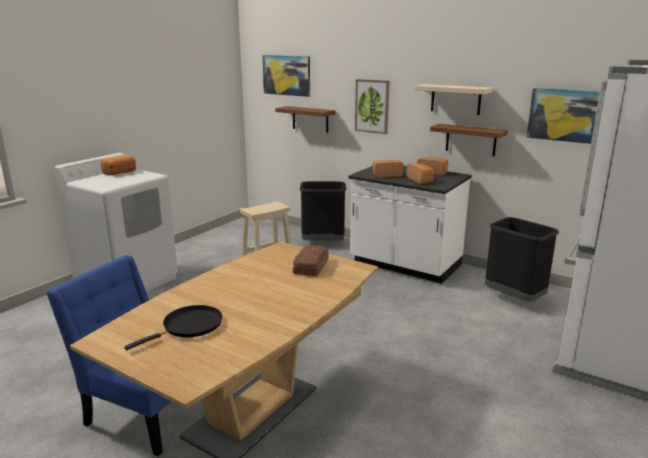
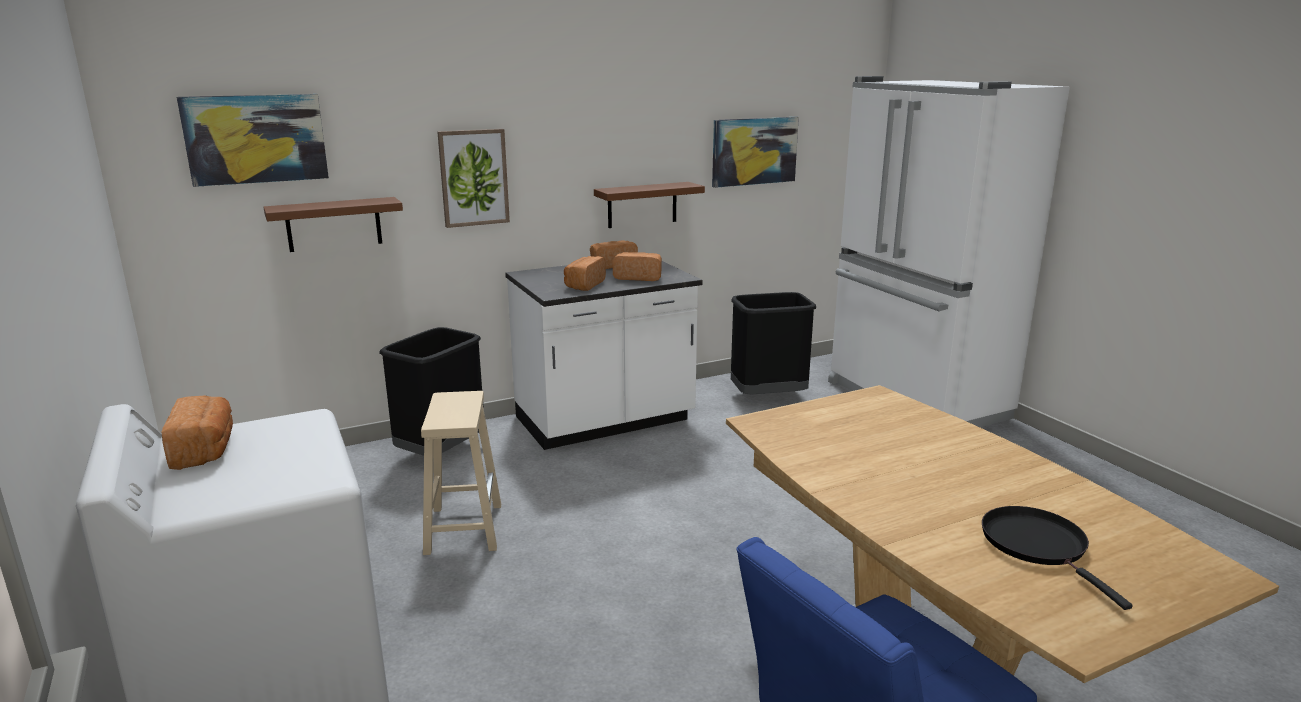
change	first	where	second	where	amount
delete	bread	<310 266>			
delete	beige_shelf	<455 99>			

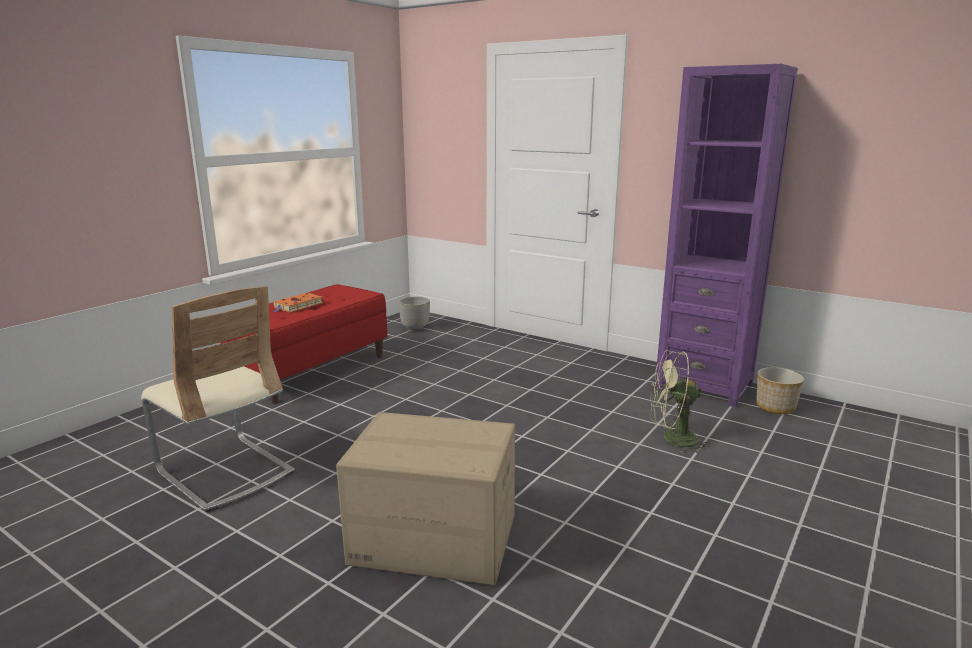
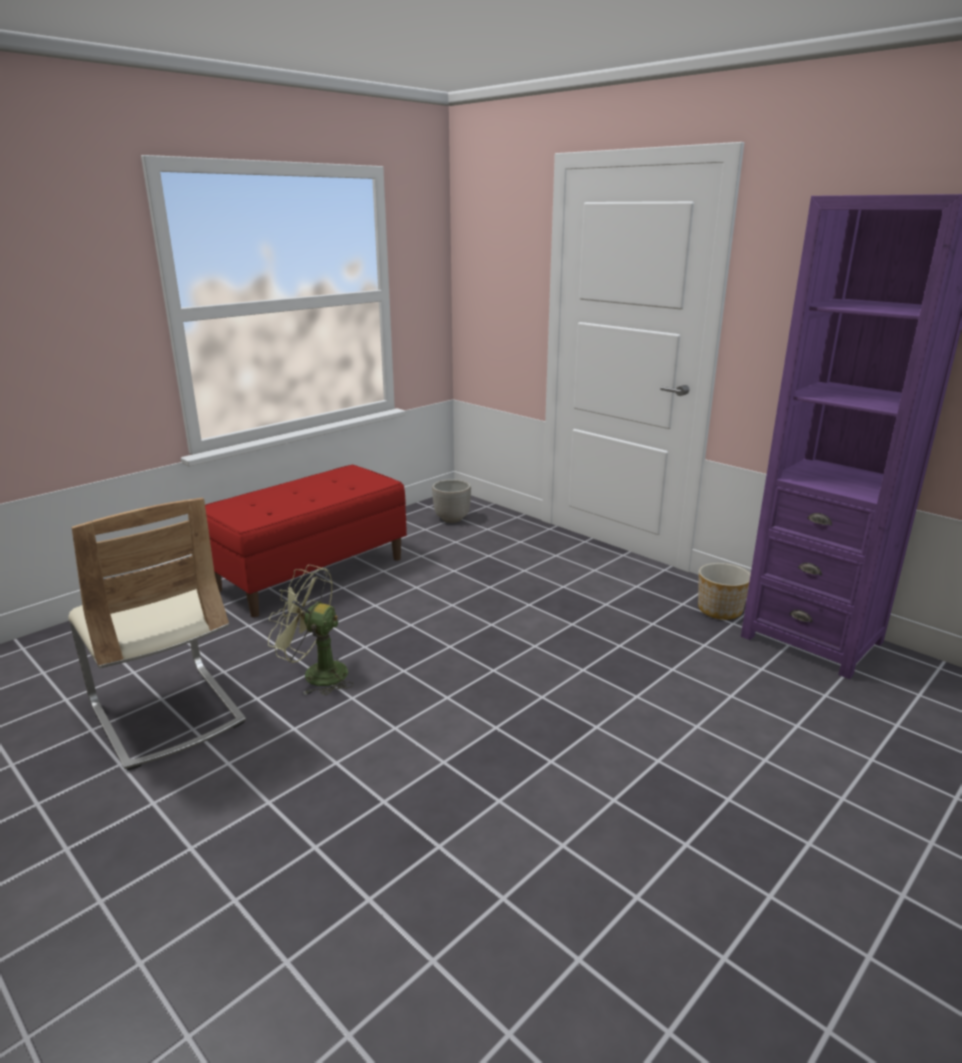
change	first	where	second	where	amount
delete	orange_book	<297 306>			
delete	cardboard_box	<433 540>			
move	green_fan	<672 440>		<316 674>	
move	planter	<774 407>		<719 610>	

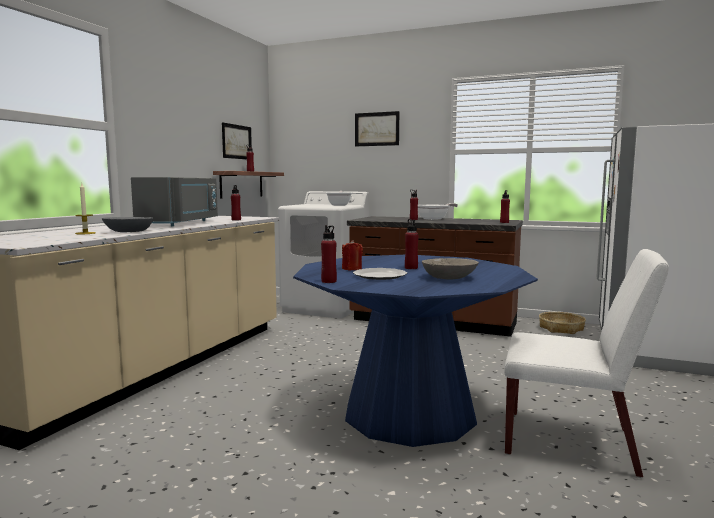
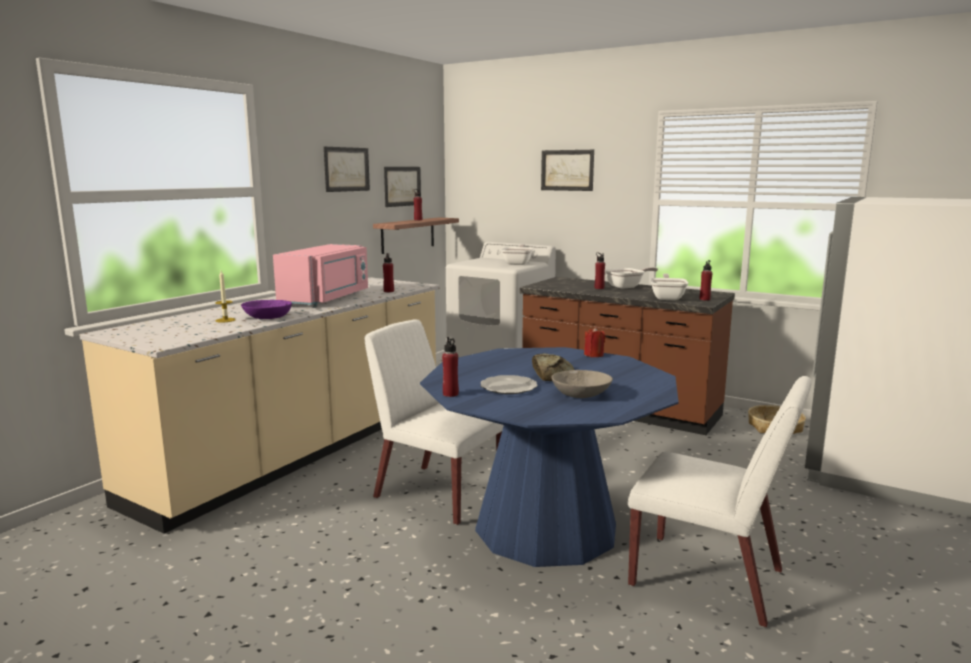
change	first	where	second	where	amount
insert			picture	<347 169>	
insert			white_chair	<437 493>	
insert			frying_pan	<667 298>	
move	red_candle	<352 269>		<593 355>	
replace	red_bottle	<411 268>	bread	<551 374>	
recolor	grey_bowl	<128 231>	purple_bowl	<267 317>	
recolor	grey_microwave	<181 223>	pink_microwave	<327 298>	

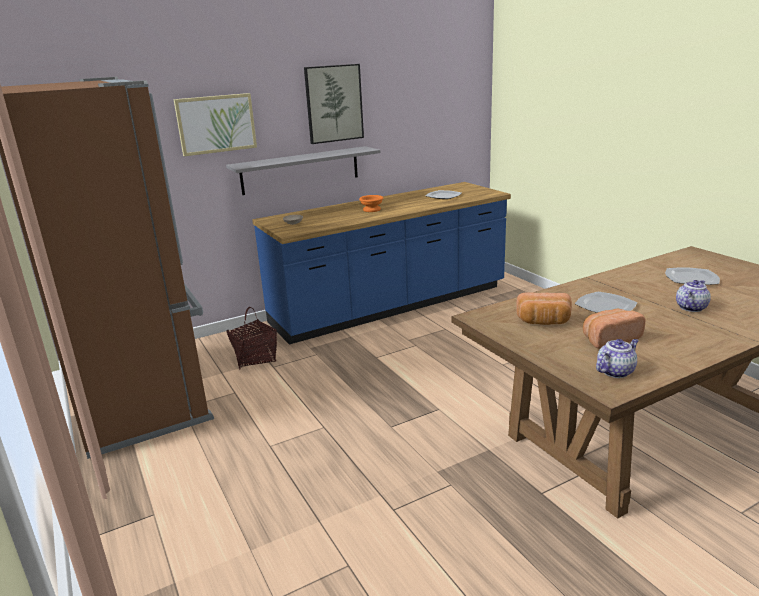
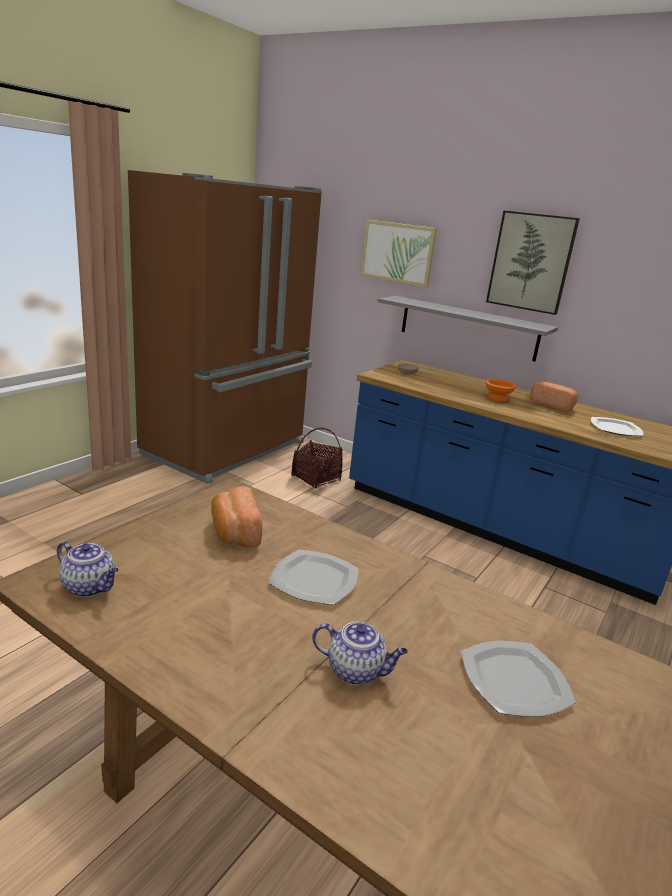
change	first	where	second	where	amount
move	bread	<609 339>		<553 406>	

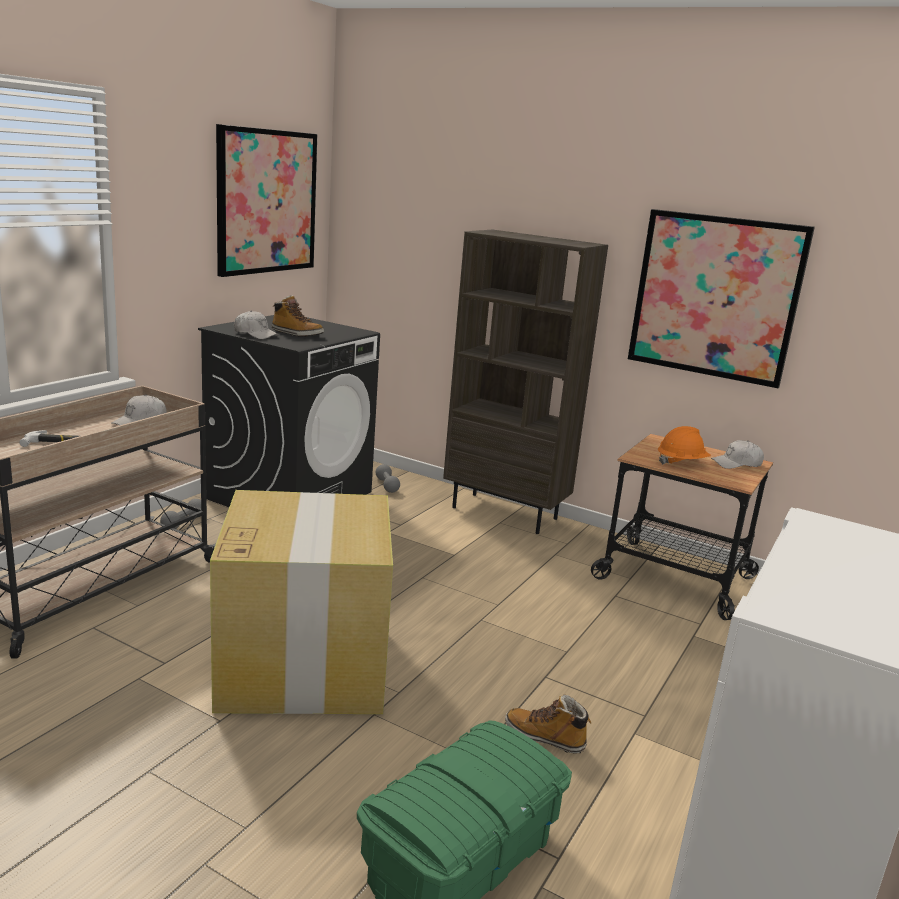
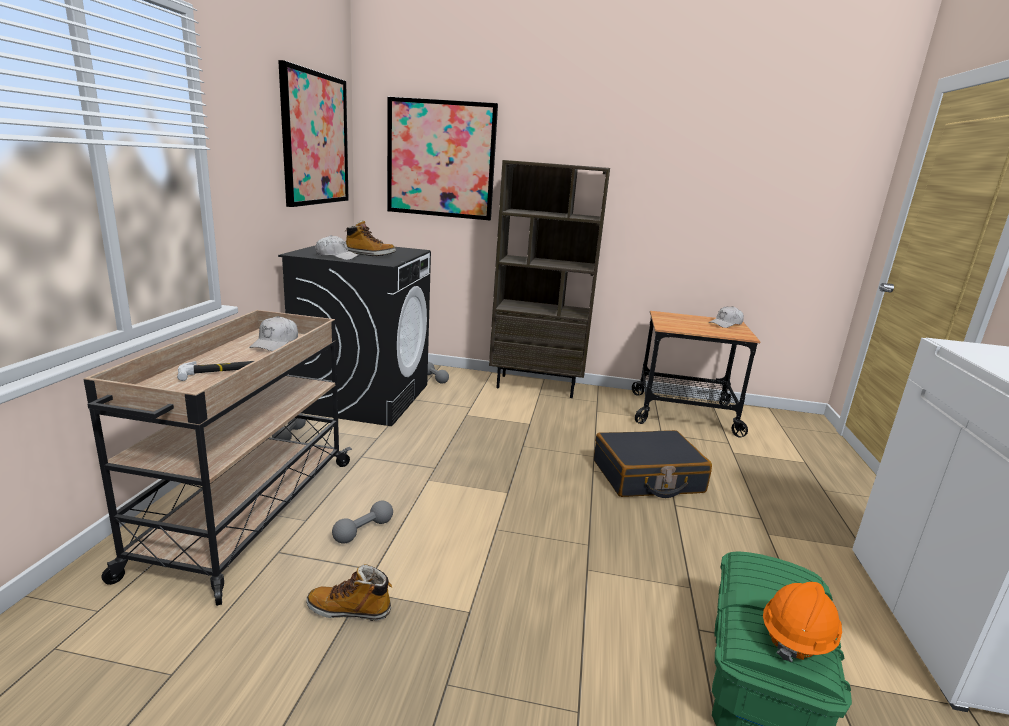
change	first	where	second	where	amount
delete	cardboard_box	<304 663>			
insert			grey_dumbbell	<363 531>	
insert			black_suitcase	<647 477>	
move	boot	<545 737>		<350 610>	
move	picture	<715 297>		<441 159>	
move	orange_hard_hat	<681 462>		<797 637>	

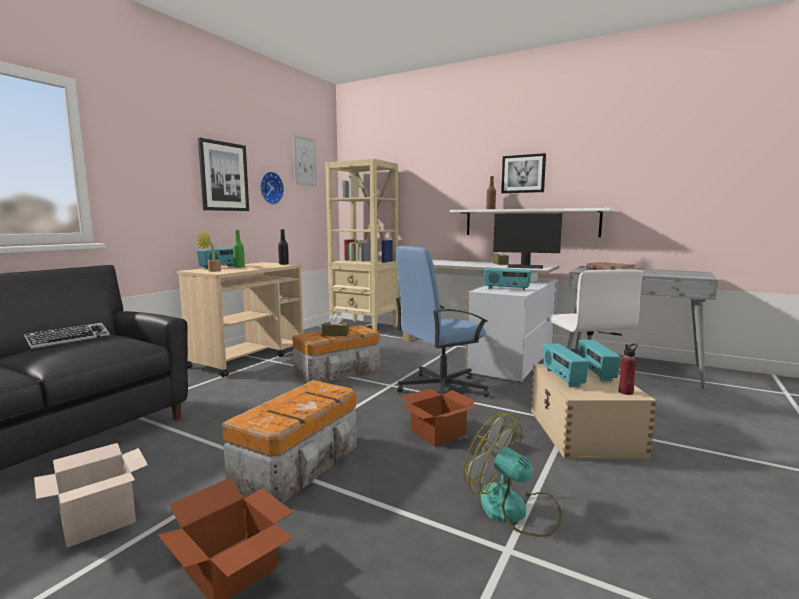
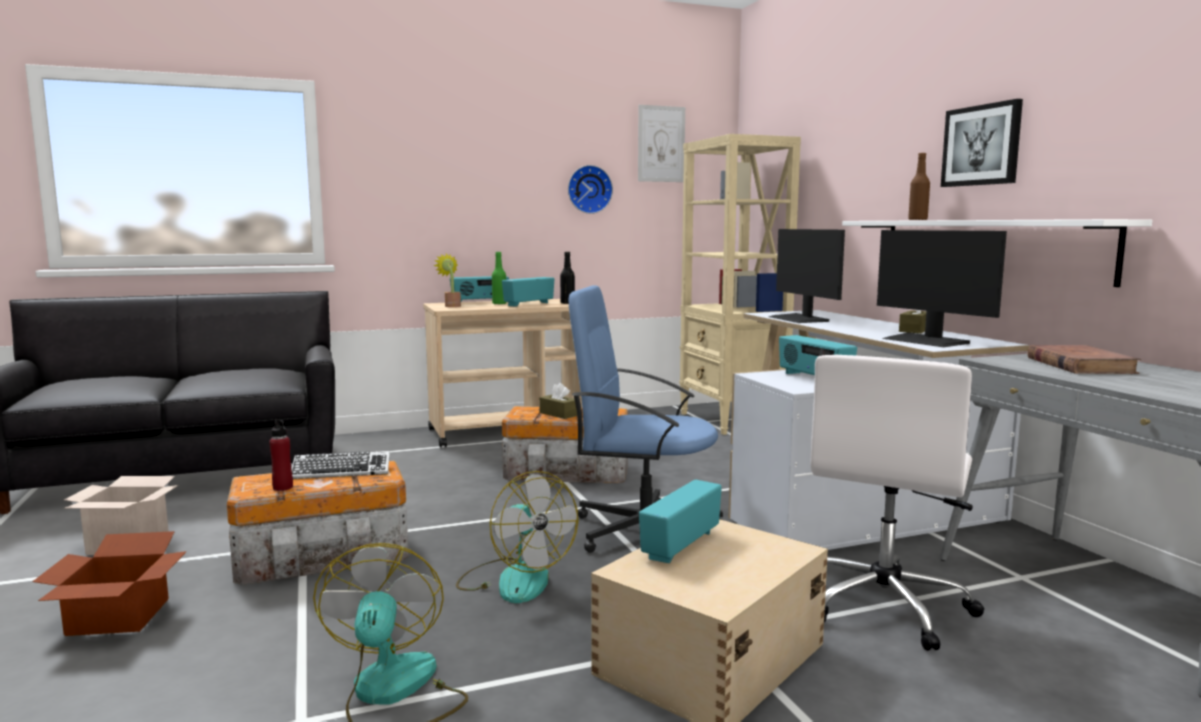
change	first	where	second	where	amount
delete	picture	<224 176>			
insert			monitor	<799 319>	
move	keyboard	<69 339>		<341 471>	
move	radio	<595 372>		<528 304>	
move	red_bottle	<626 392>		<283 487>	
replace	cardboard_box	<438 432>	fan	<514 579>	

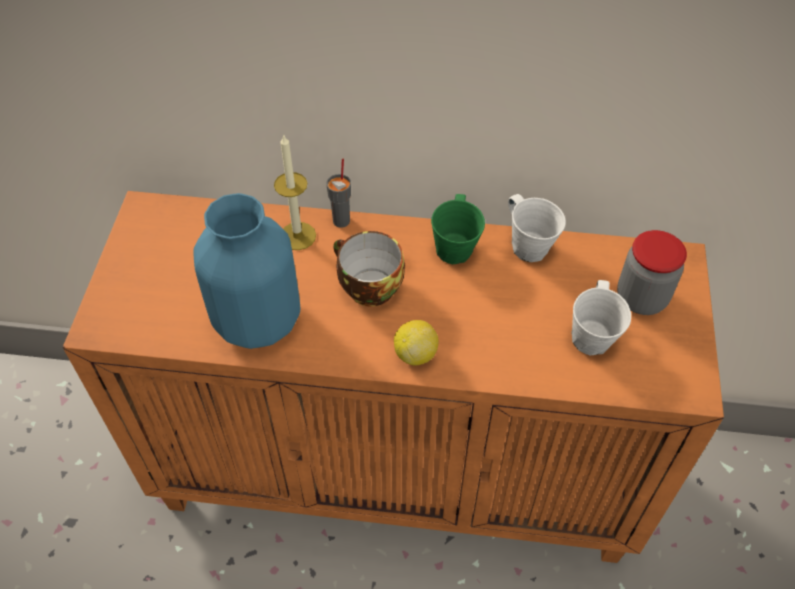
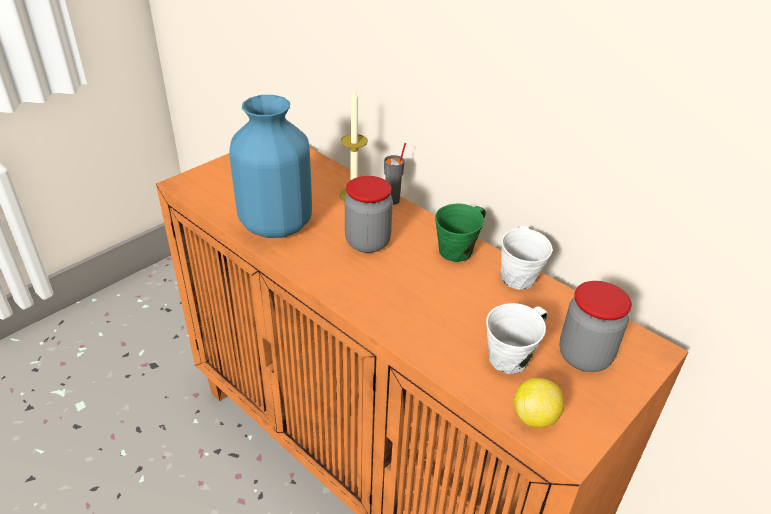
change	first	where	second	where	amount
move	lemon	<415 354>		<535 417>	
replace	cup	<367 288>	jar	<367 242>	

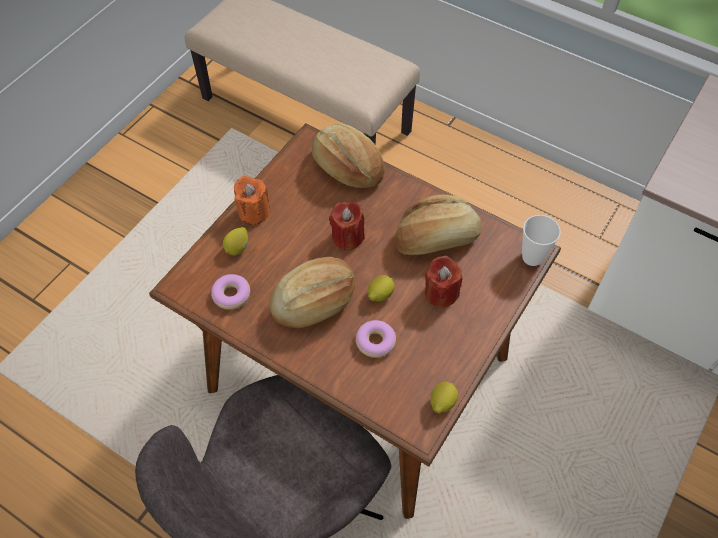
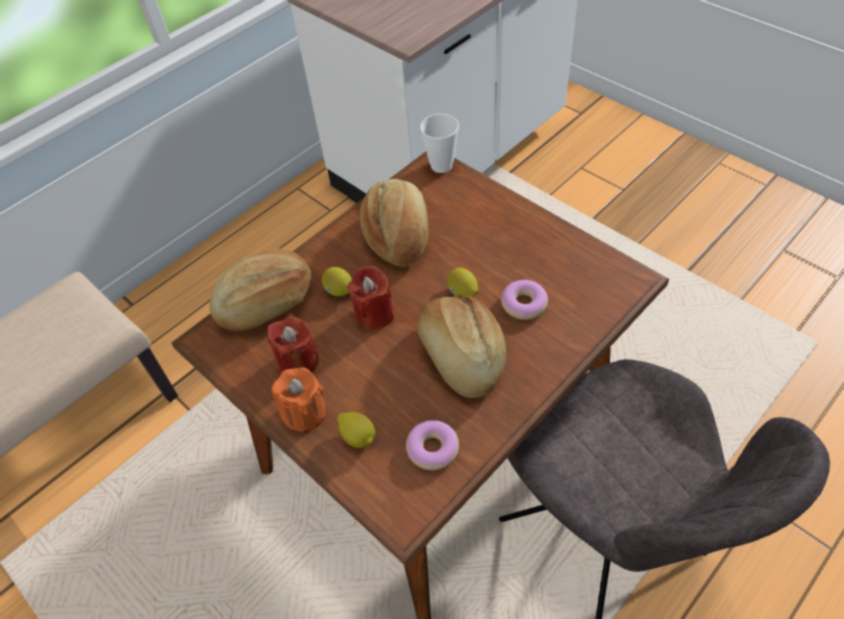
change	first	where	second	where	amount
move	red_candle	<441 293>		<298 362>	
move	lemon	<442 402>		<339 291>	

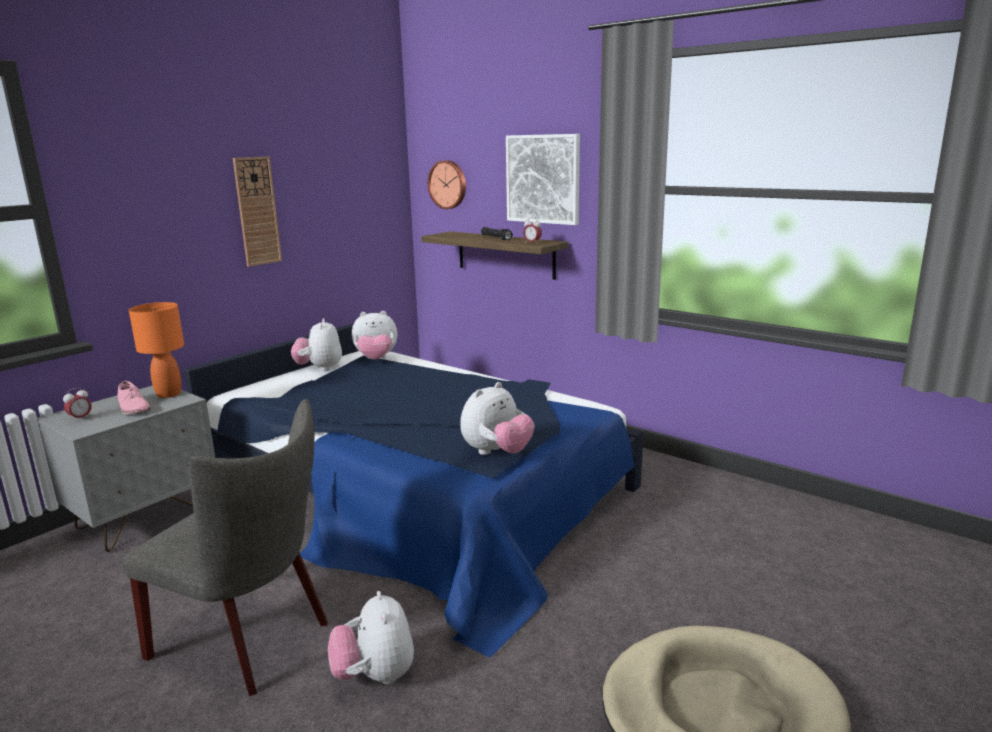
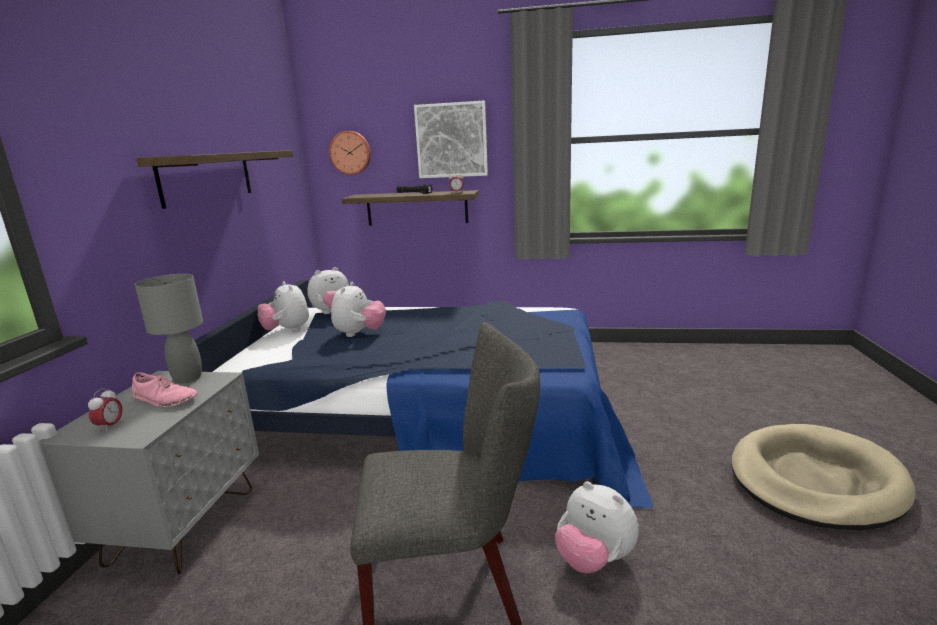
change	first	where	second	where	amount
move	plush_toy	<497 453>		<360 333>	
replace	wall_clock	<257 211>	shelf	<207 177>	
recolor	orange_table_lamp	<168 394>	grey_table_lamp	<187 378>	

